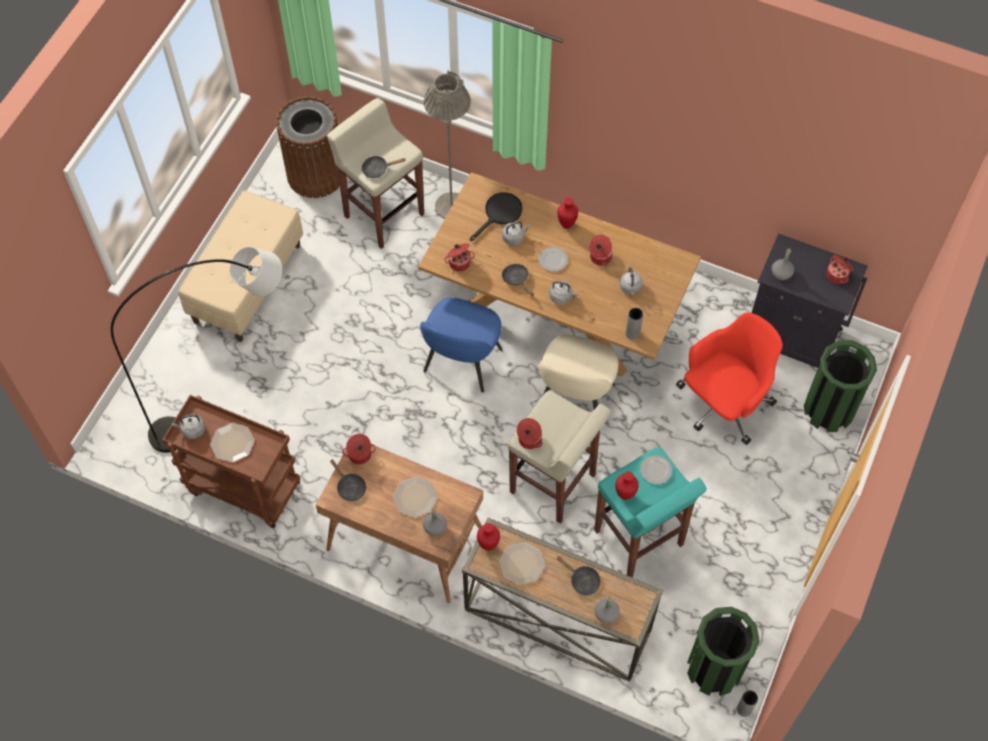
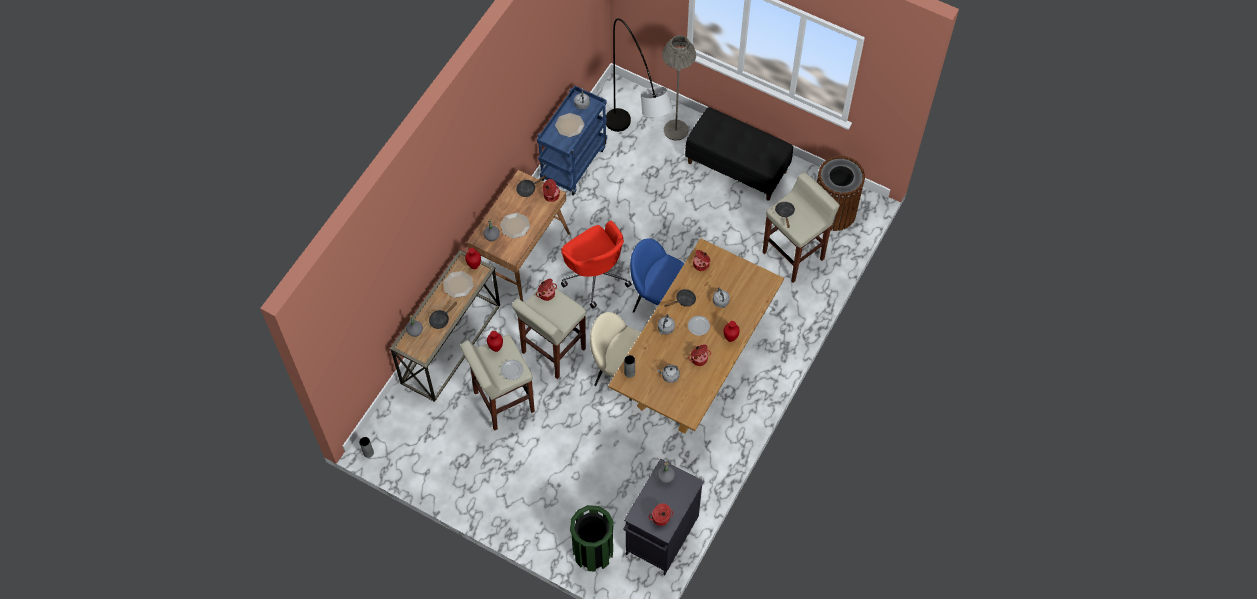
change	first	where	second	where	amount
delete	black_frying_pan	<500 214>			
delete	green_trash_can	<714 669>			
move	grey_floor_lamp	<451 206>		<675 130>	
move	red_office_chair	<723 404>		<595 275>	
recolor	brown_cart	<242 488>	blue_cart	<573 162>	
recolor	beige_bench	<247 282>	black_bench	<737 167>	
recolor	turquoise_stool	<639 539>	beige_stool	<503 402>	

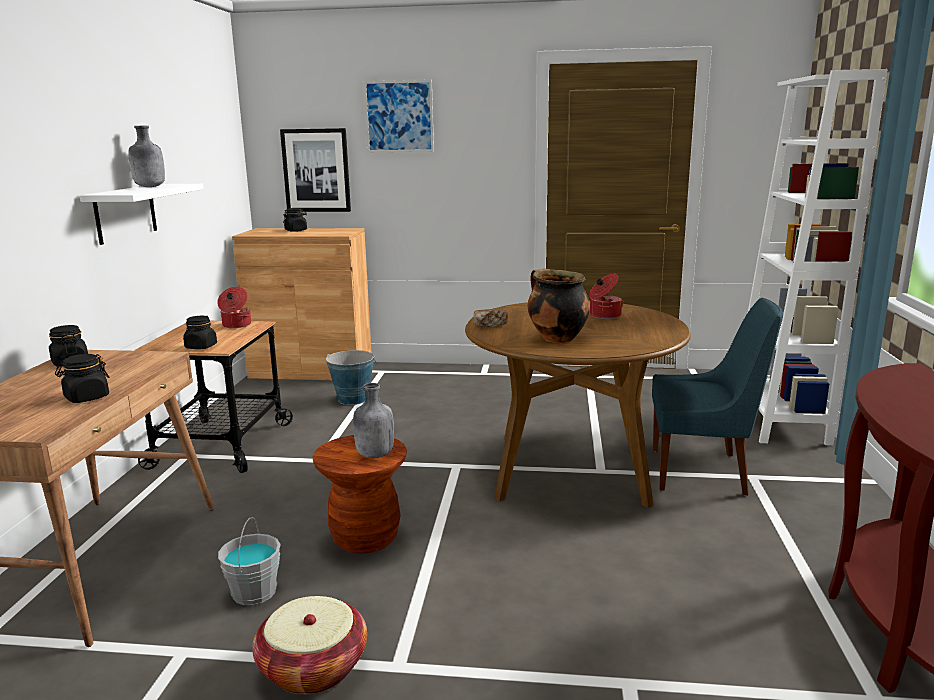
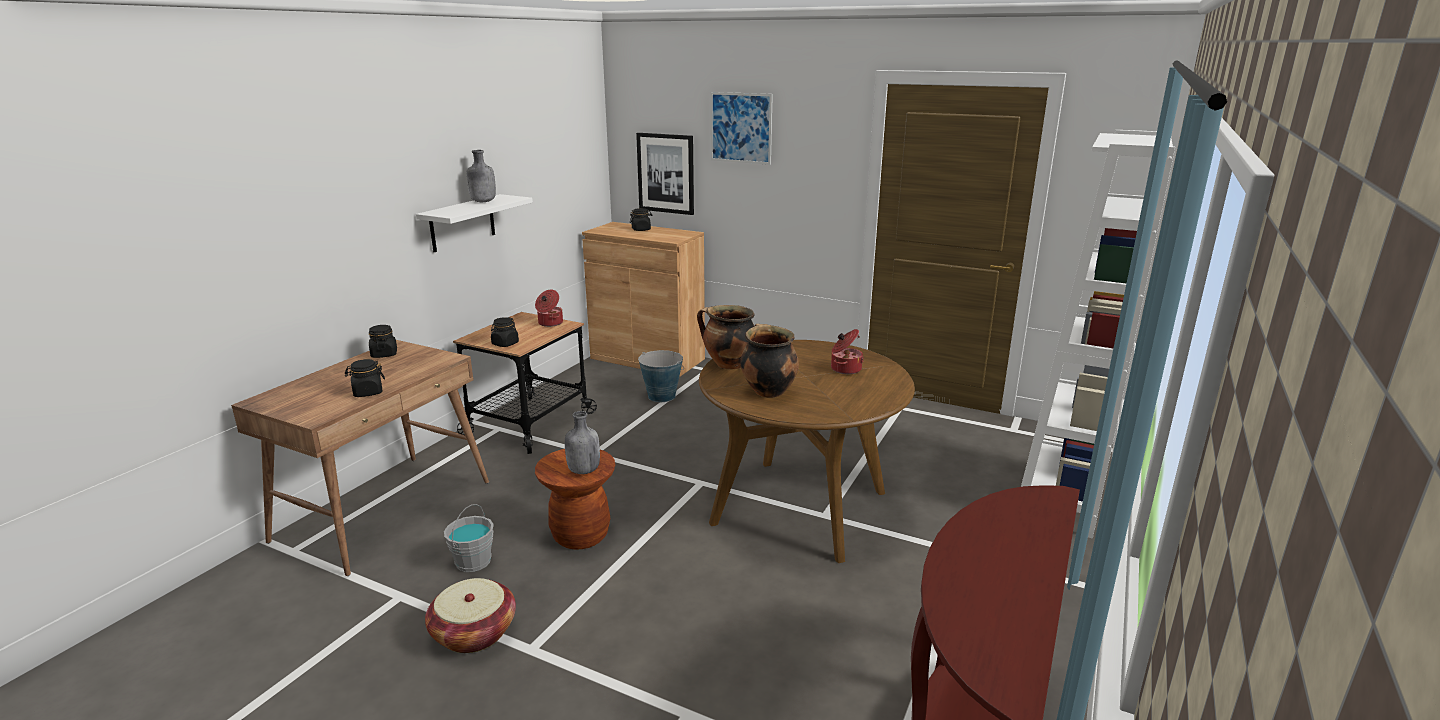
change	first	where	second	where	amount
delete	blue_chair	<702 472>			
replace	bread	<490 325>	cooking_pot	<728 365>	

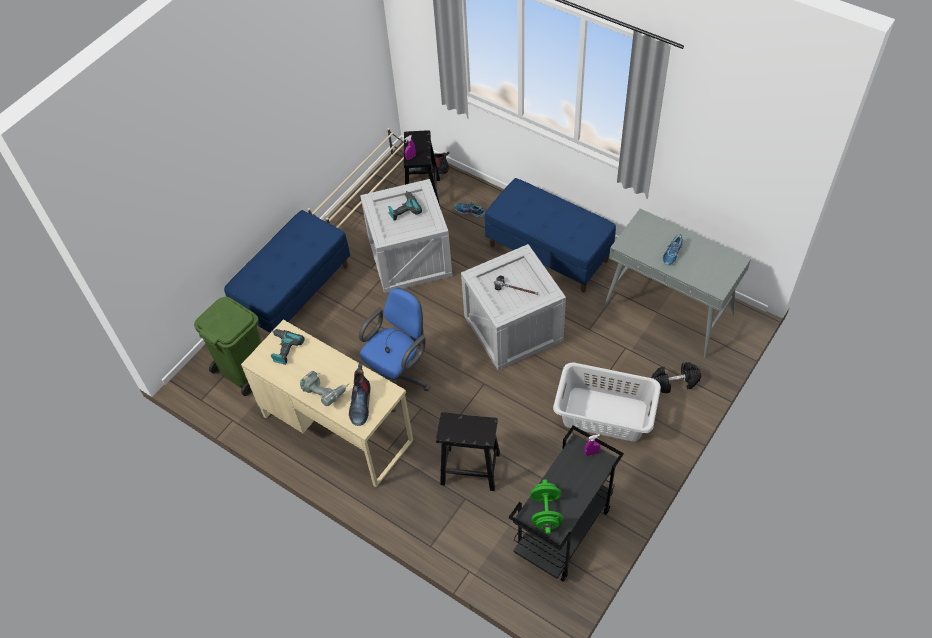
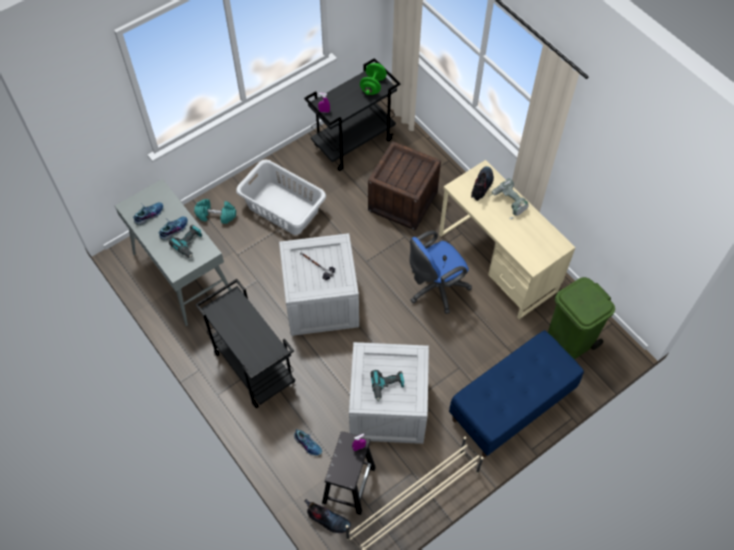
change	first	where	second	where	amount
insert			shoe	<149 215>	
move	power_drill	<283 348>		<189 244>	
replace	black_stool	<469 468>	crate	<403 201>	
replace	blue_bench	<549 253>	black_cart	<253 367>	
recolor	black_dumbbell	<674 382>	turquoise_dumbbell	<216 215>	

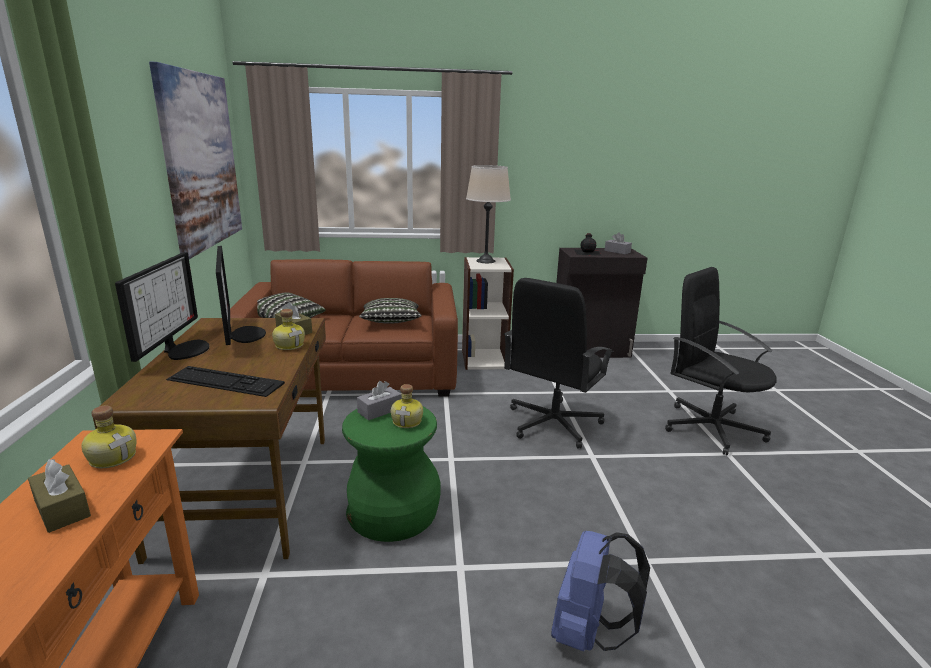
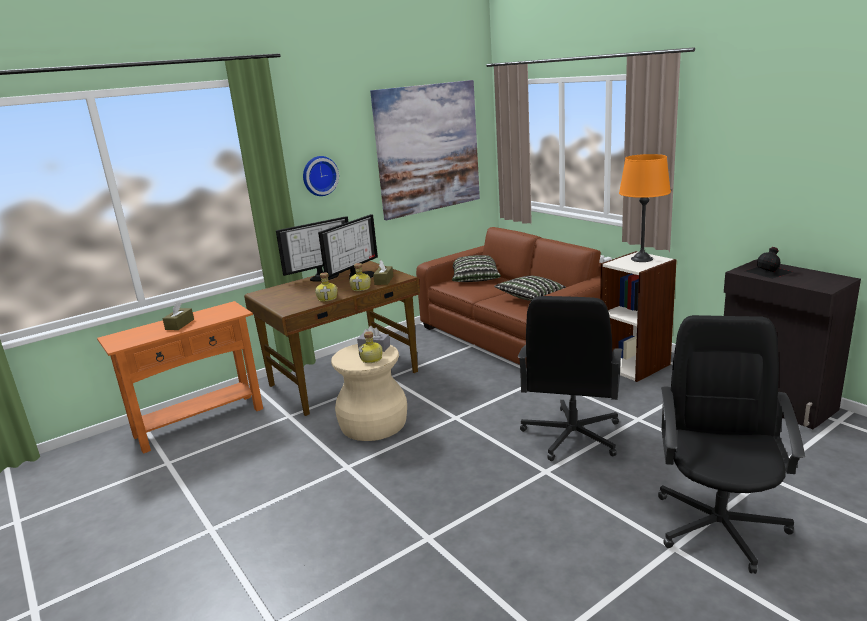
change	first	where	second	where	amount
delete	keyboard	<225 381>			
delete	blue_backpack	<589 632>			
delete	grey_tissue_box	<617 251>			
insert			wall_clock	<319 175>	
move	bottle	<113 457>		<328 298>	
recolor	green_stool	<393 513>	beige_stool	<373 425>	
recolor	beige_table_lamp	<486 261>	orange_table_lamp	<642 259>	
rotate	black_office_chair	<552 424>		<571 436>	75 degrees counterclockwise

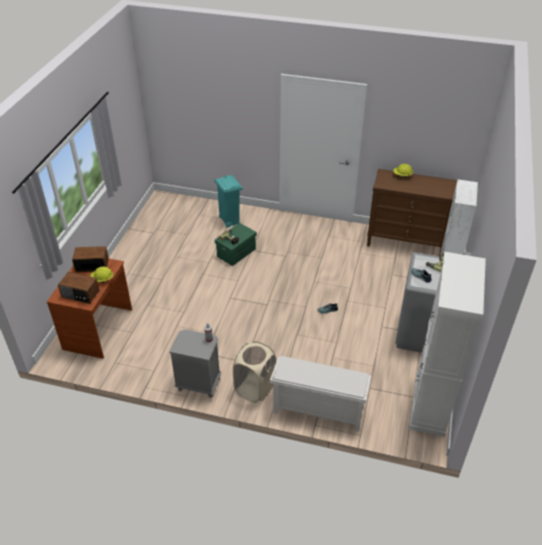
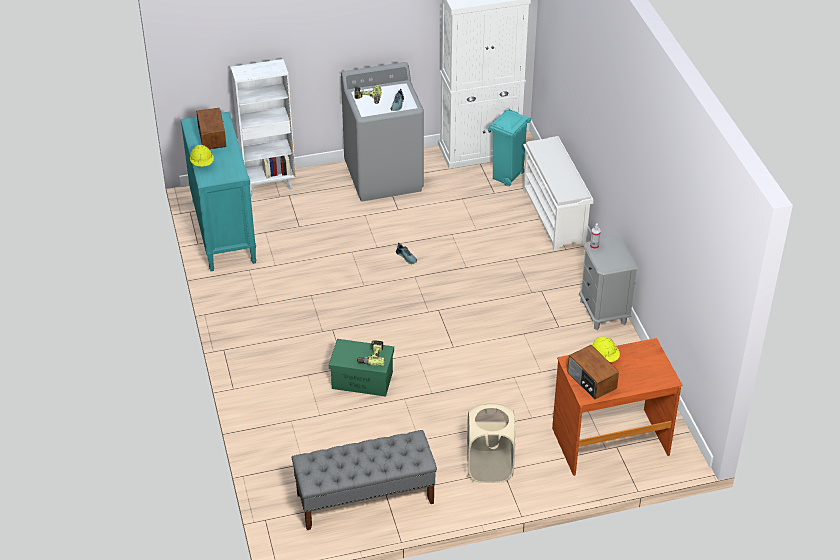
change	first	where	second	where	amount
insert			grey_bench	<364 499>	
move	radio	<80 294>		<212 137>	
move	turquoise_trash_can	<229 221>		<507 177>	
move	beige_laundry_basket	<255 388>		<489 467>	
recolor	brown_dresser	<406 242>	turquoise_dresser	<223 232>	

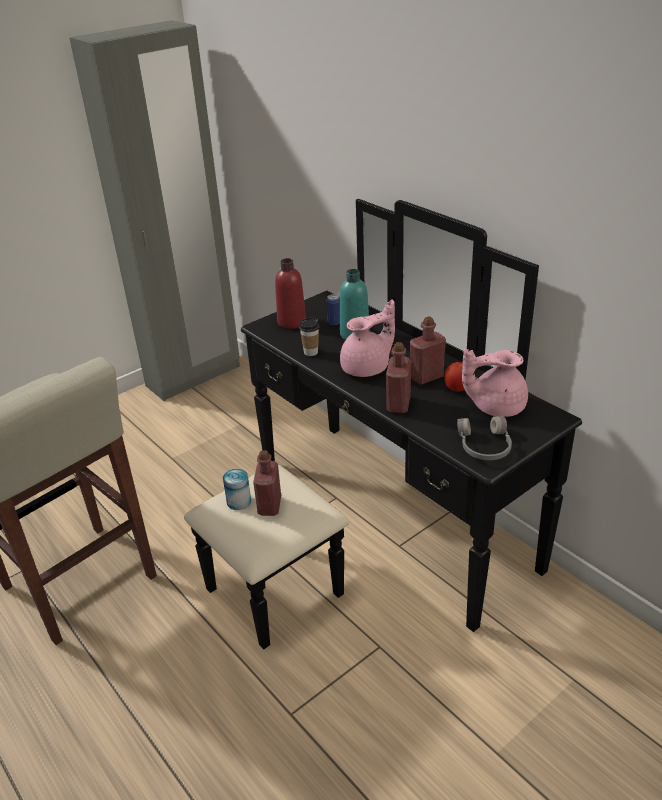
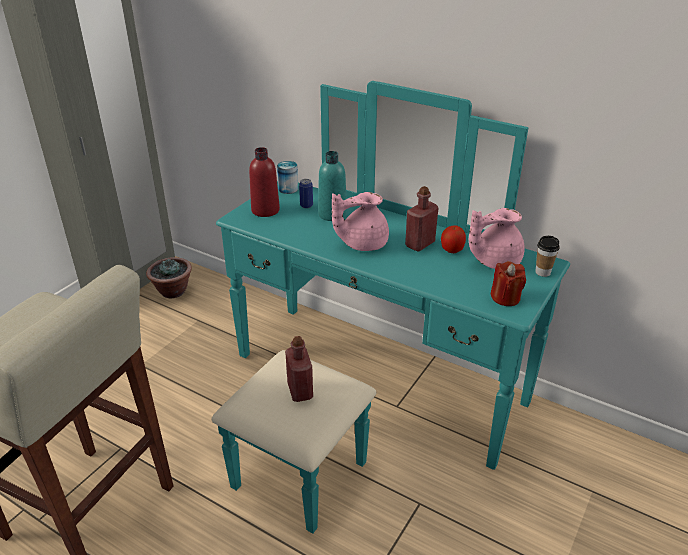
change	first	where	second	where	amount
delete	red_bottle	<398 404>			
insert			potted_plant	<172 291>	
move	can	<239 501>		<288 189>	
move	cup	<311 352>		<542 272>	
replace	grey_headphones	<484 446>	red_candle	<505 298>	
recolor	black_dresser	<368 531>	turquoise_dresser	<363 398>	
rotate	pink_teapot	<367 368>		<362 243>	150 degrees counterclockwise

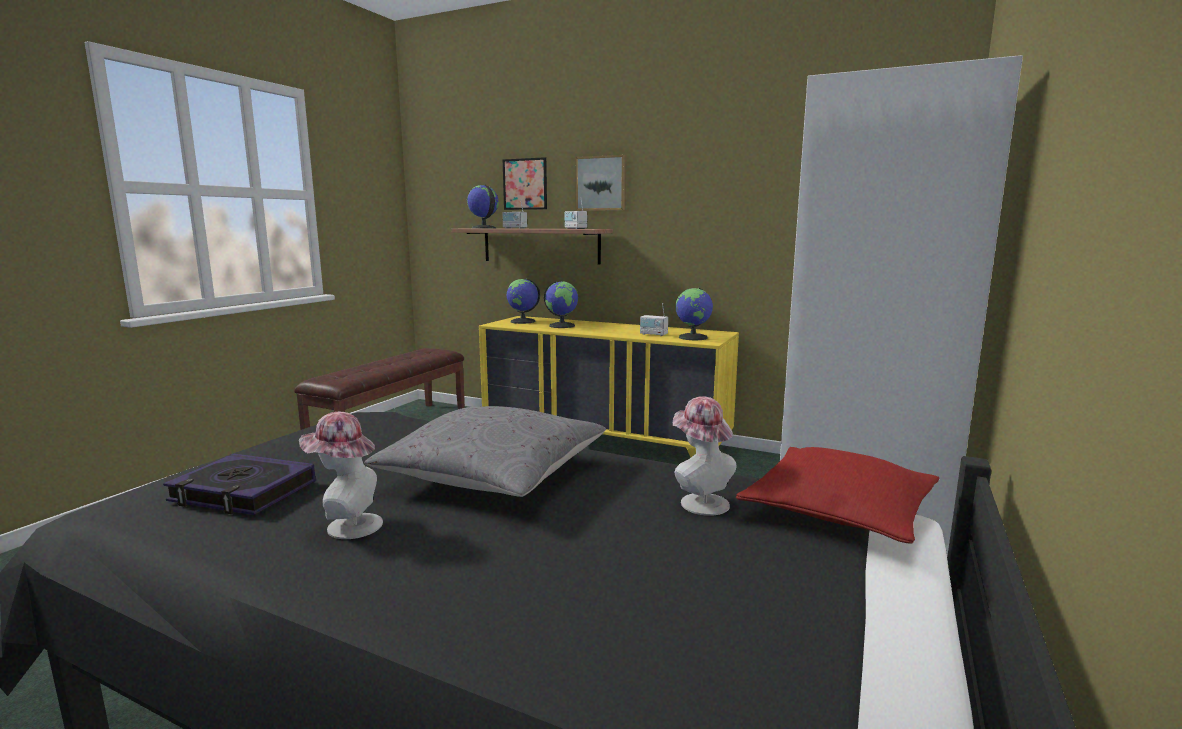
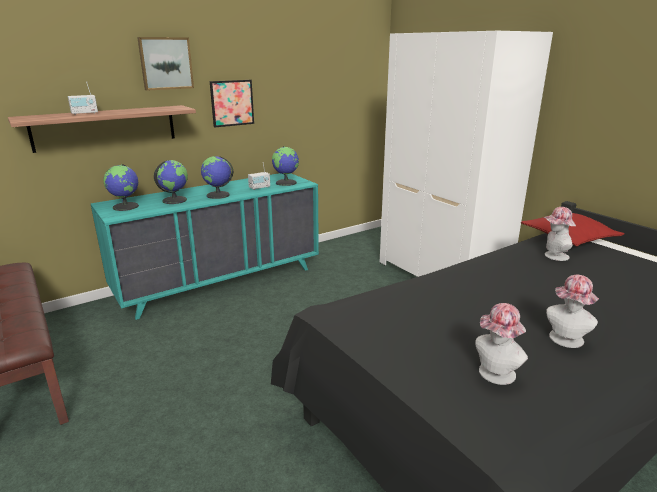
change	first	where	second	where	amount
delete	grey_pillow	<495 475>			
delete	radio	<575 228>			
move	globe	<483 228>		<218 195>	
move	picture	<525 184>		<232 103>	
replace	book	<243 492>	hat	<494 375>	
recolor	yellow_dresser	<604 441>	turquoise_dresser	<221 282>	

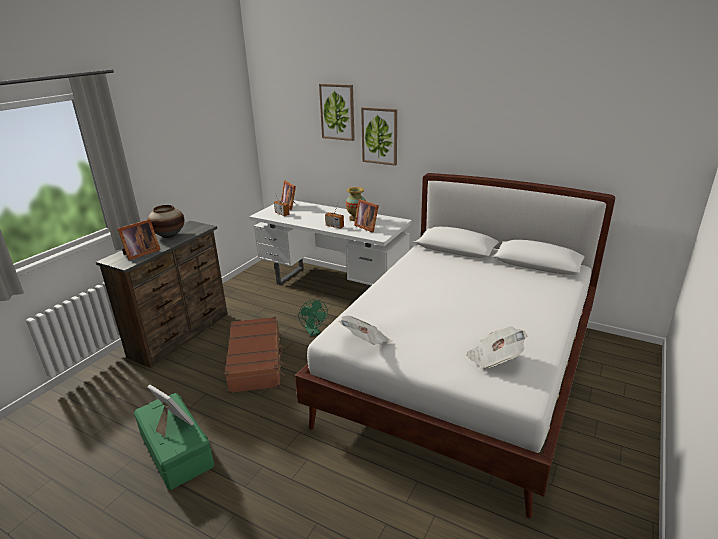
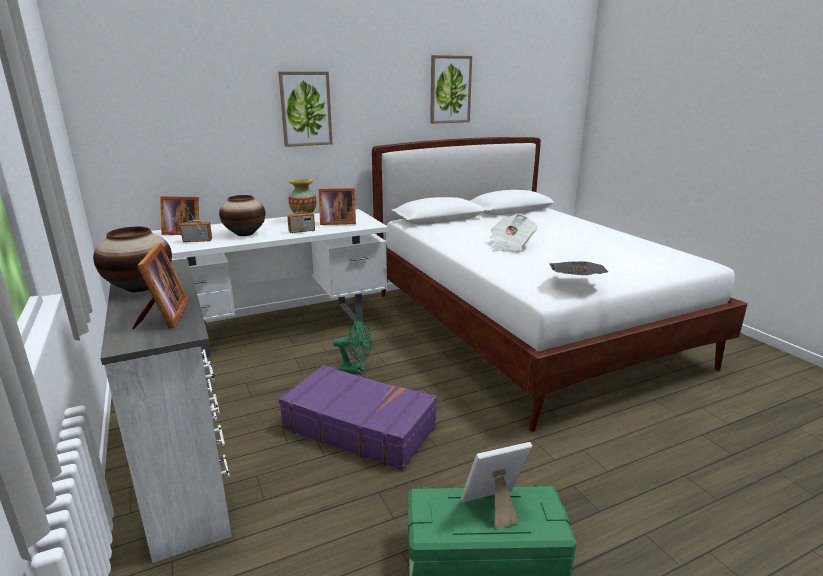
change	first	where	second	where	amount
insert			vase	<245 234>	
move	picture	<337 112>		<450 89>	
move	newspaper	<494 359>		<510 245>	
recolor	brown_dresser	<182 335>	white_dresser	<188 474>	
recolor	brown_suitcase	<256 361>	purple_suitcase	<359 427>	

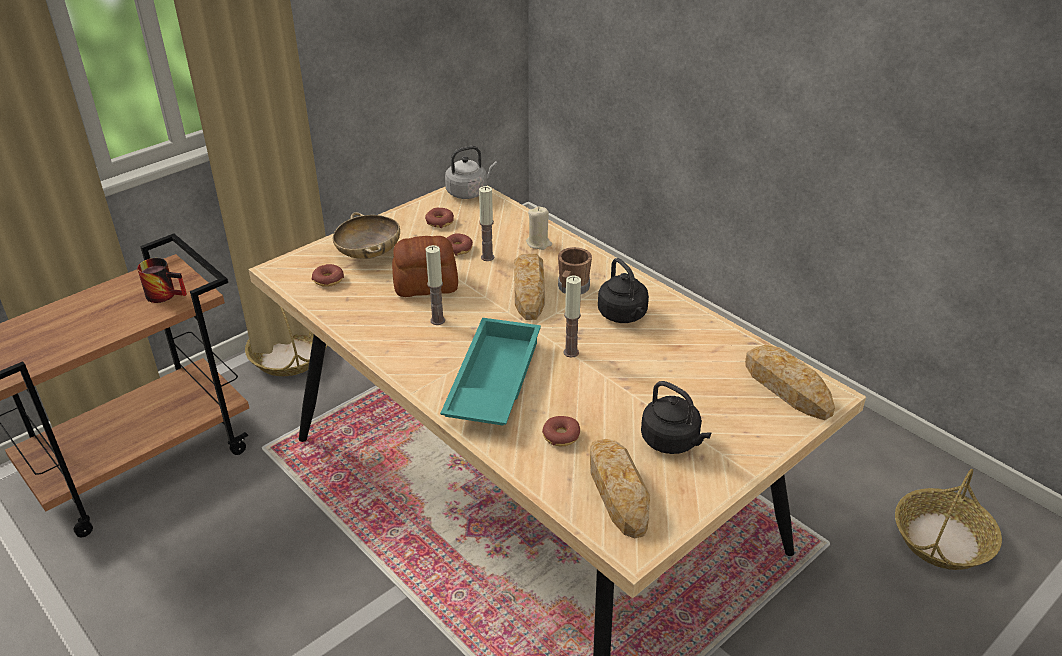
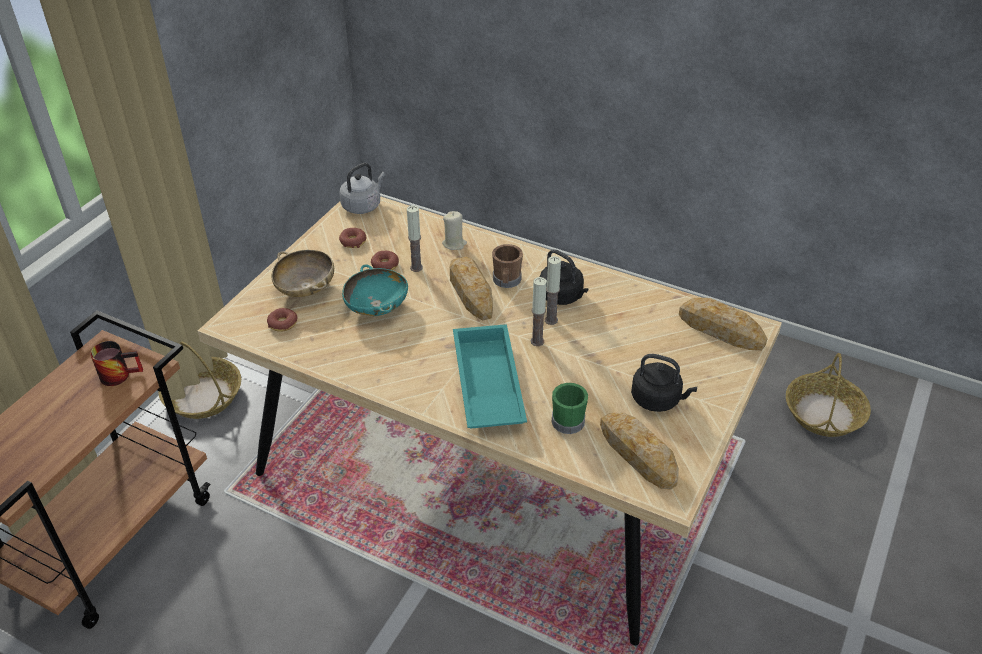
change	first	where	second	where	amount
move	candle	<437 320>		<551 320>	
replace	bread	<426 285>	turquoise_bowl	<377 307>	
replace	donut	<561 436>	green_mug	<569 419>	

